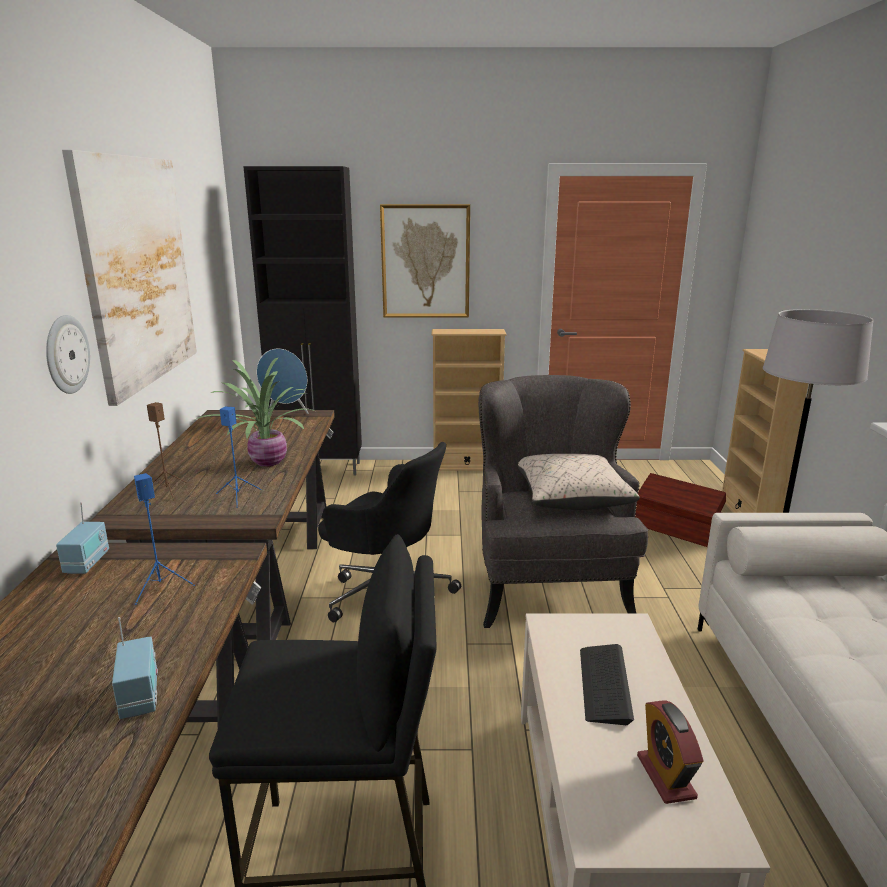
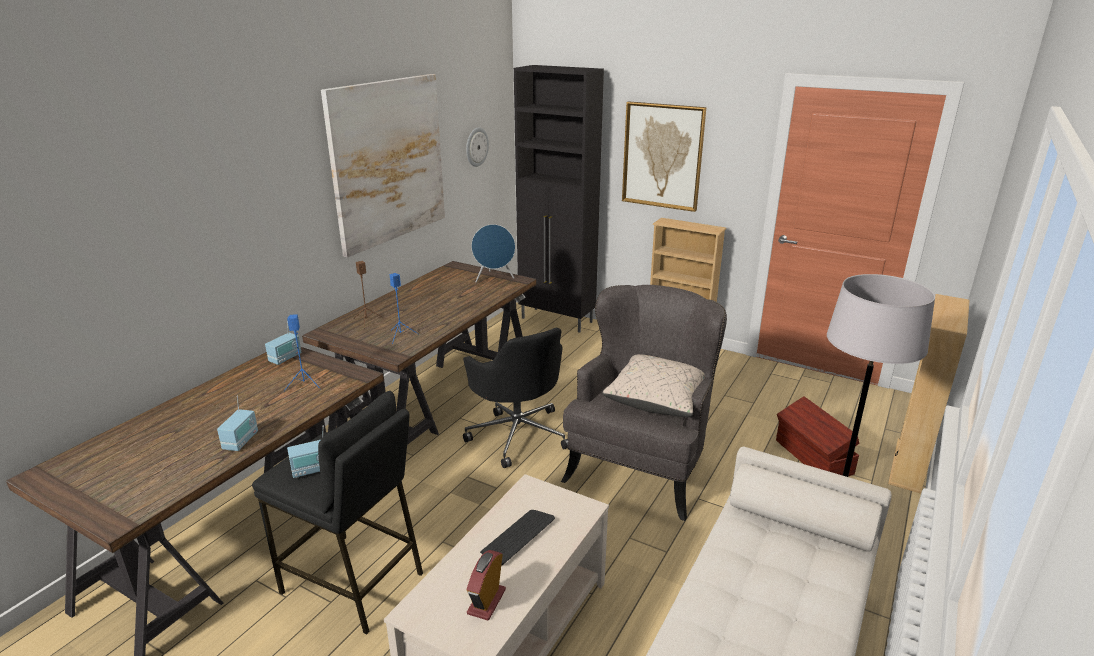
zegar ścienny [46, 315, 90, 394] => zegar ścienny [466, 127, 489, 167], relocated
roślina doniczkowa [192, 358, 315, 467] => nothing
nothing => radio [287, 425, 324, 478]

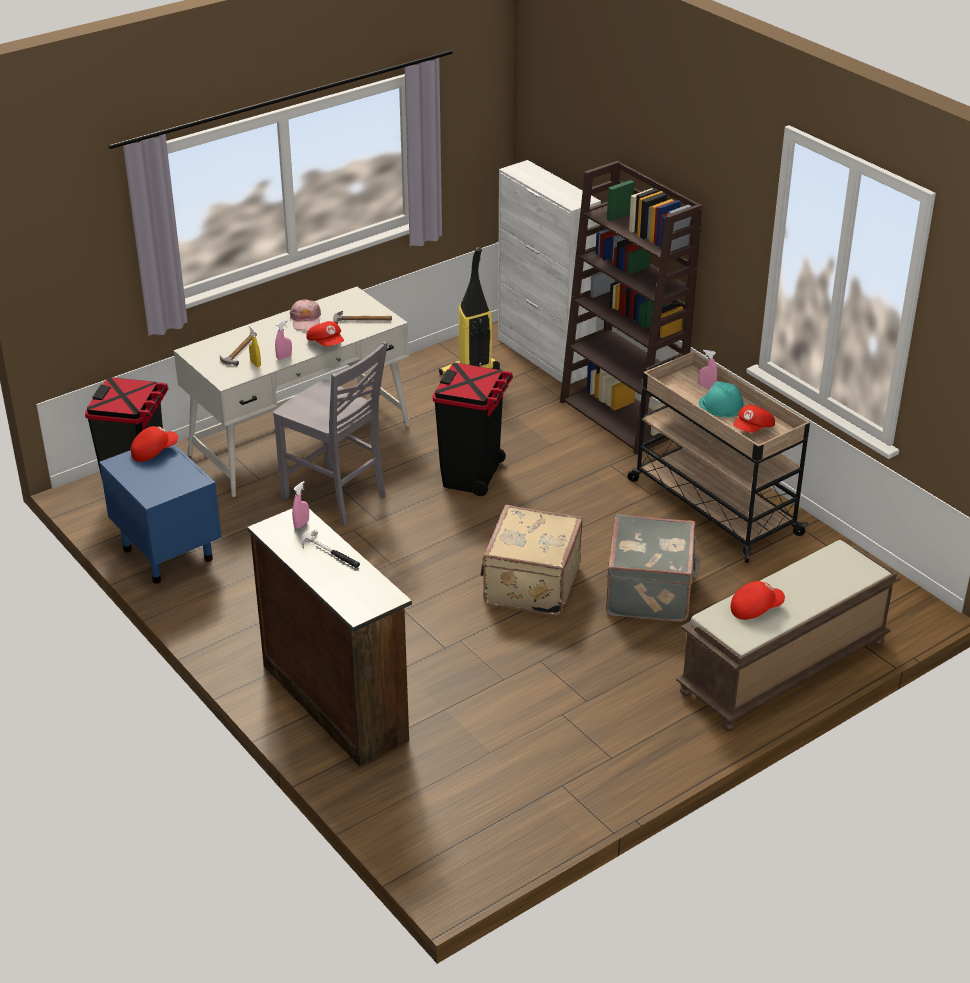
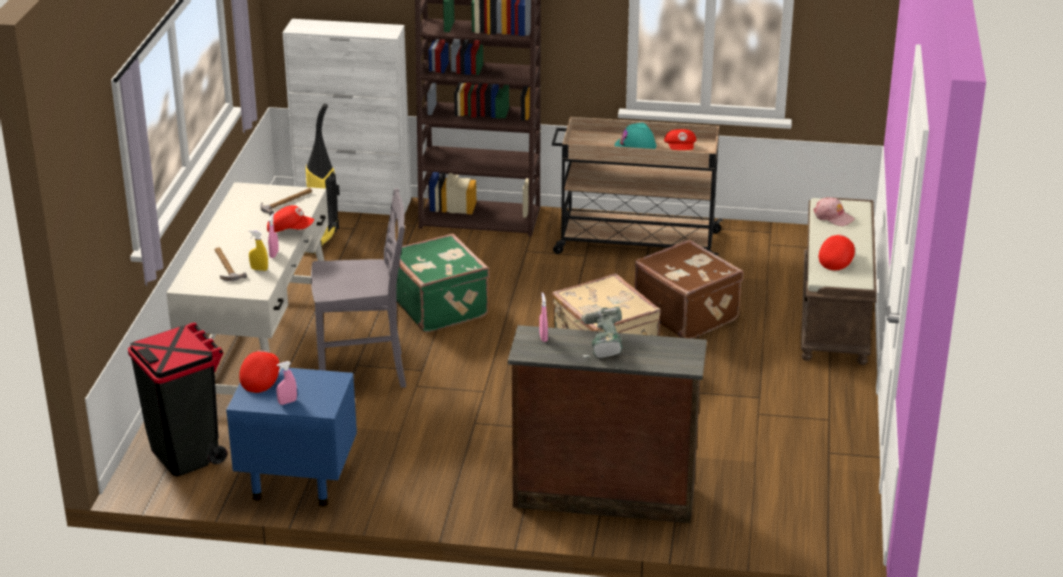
czapka z daszkiem (różowy) [290, 299, 321, 330] => czapka z daszkiem (różowy) [813, 197, 855, 226], relocated
młotek [302, 530, 360, 568] => wiertarka [574, 307, 622, 358]
kosz na śmieci (czarny) [433, 363, 513, 496] => walizka (zielony) [396, 233, 490, 332]
walizka (szary) [606, 514, 700, 622] => walizka (brązowy) [634, 240, 744, 339]
spryskiwacz (różowy) [698, 350, 717, 388] => spryskiwacz (różowy) [276, 361, 297, 405], relocated

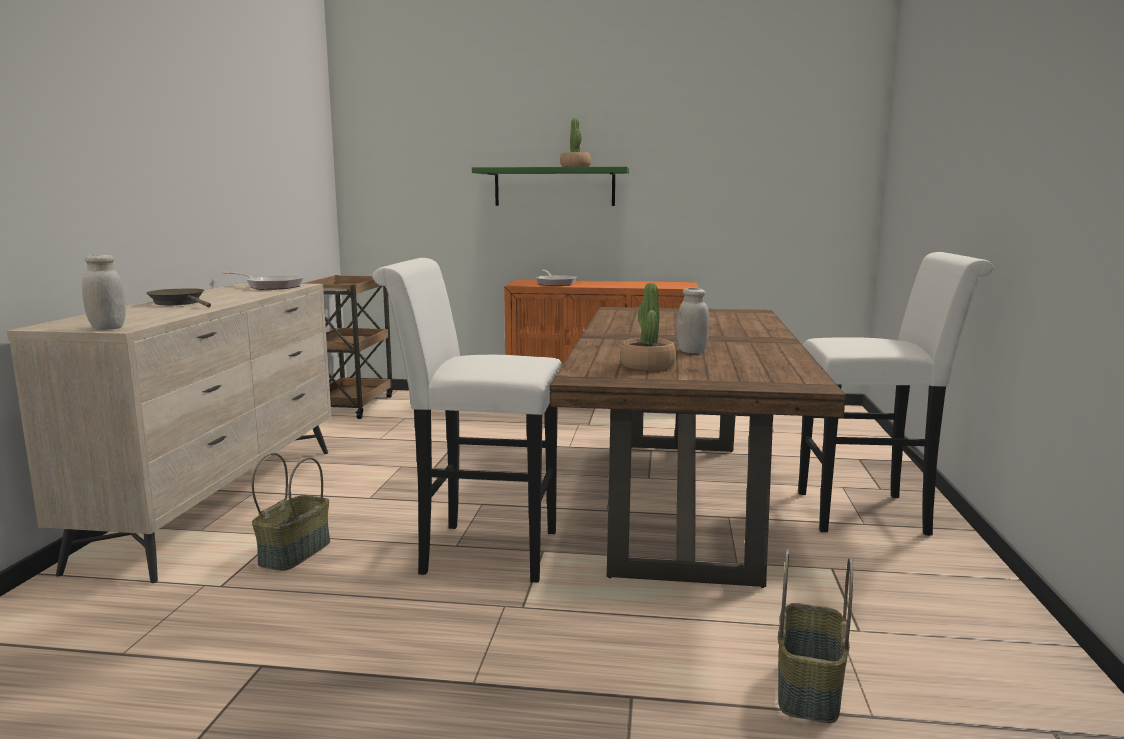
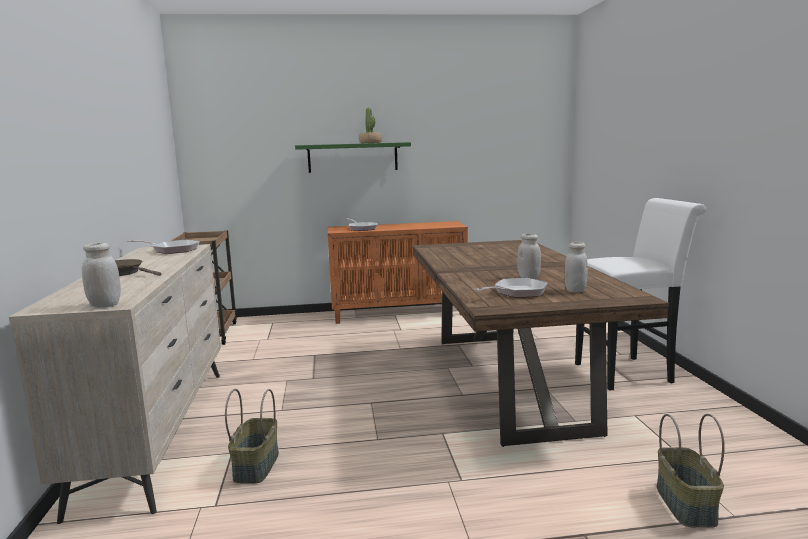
stołek (biały) [373, 258, 562, 583] => nothing
roślina doniczkowa [620, 283, 676, 371] => patelnia [474, 278, 548, 298]
nothing => słoik (biały) [564, 242, 588, 293]

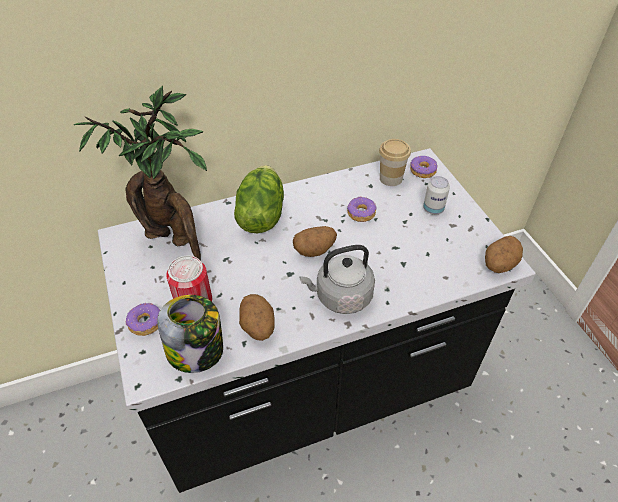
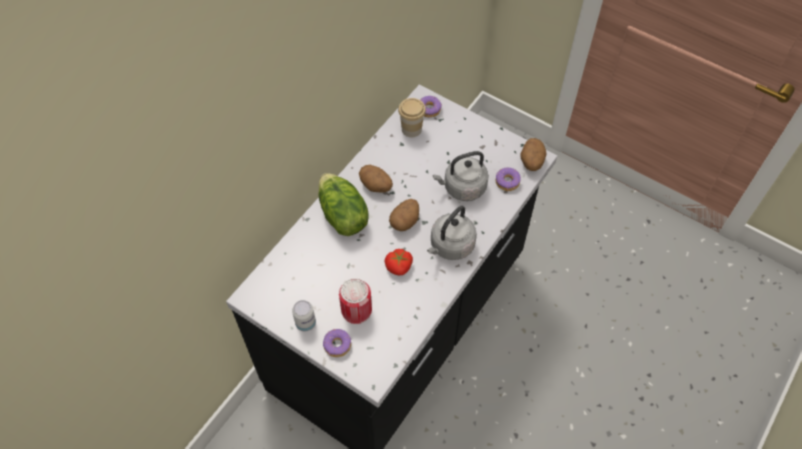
roślina doniczkowa [74, 86, 207, 261] => nothing
słoik [157, 295, 223, 373] => nothing
ziemniak [239, 294, 275, 341] => ziemniak [359, 165, 393, 193], relocated
donut [347, 196, 377, 222] => donut [496, 168, 521, 191], relocated
puszka [423, 176, 450, 215] => puszka [292, 300, 316, 331], relocated
nothing => pomidor [384, 249, 413, 275]
nothing => czajnik (szary) [433, 151, 489, 201]

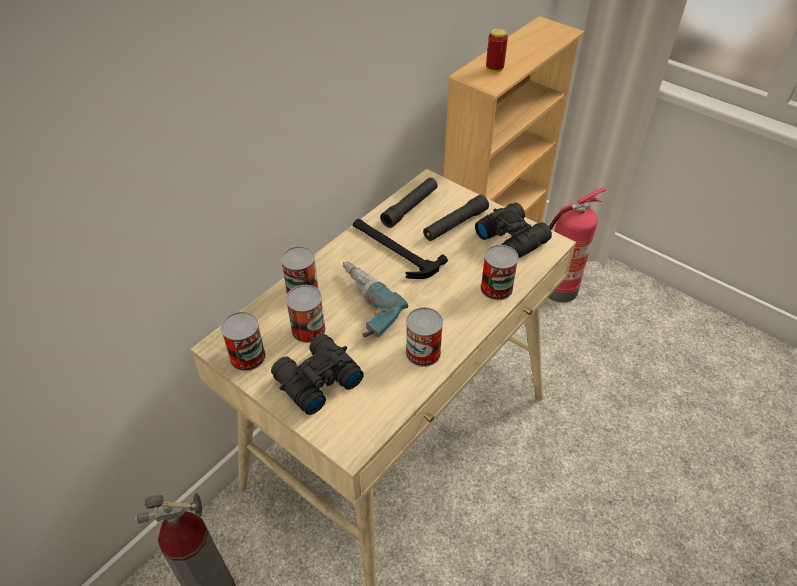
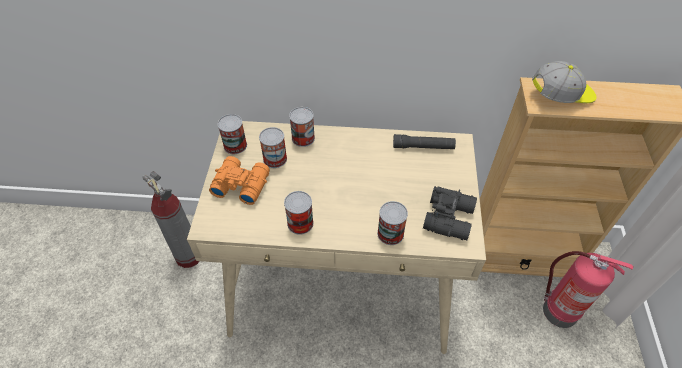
lornetka (czarny) [271, 334, 364, 415] => lornetka (pomarańczowy) [209, 156, 270, 205]
wiertarka [343, 261, 408, 338] => nothing
młotek [353, 219, 448, 279] => nothing
latarka (czarny) [423, 195, 489, 241] => nothing
puszka [486, 28, 508, 73] => czapka z daszkiem [532, 61, 597, 103]

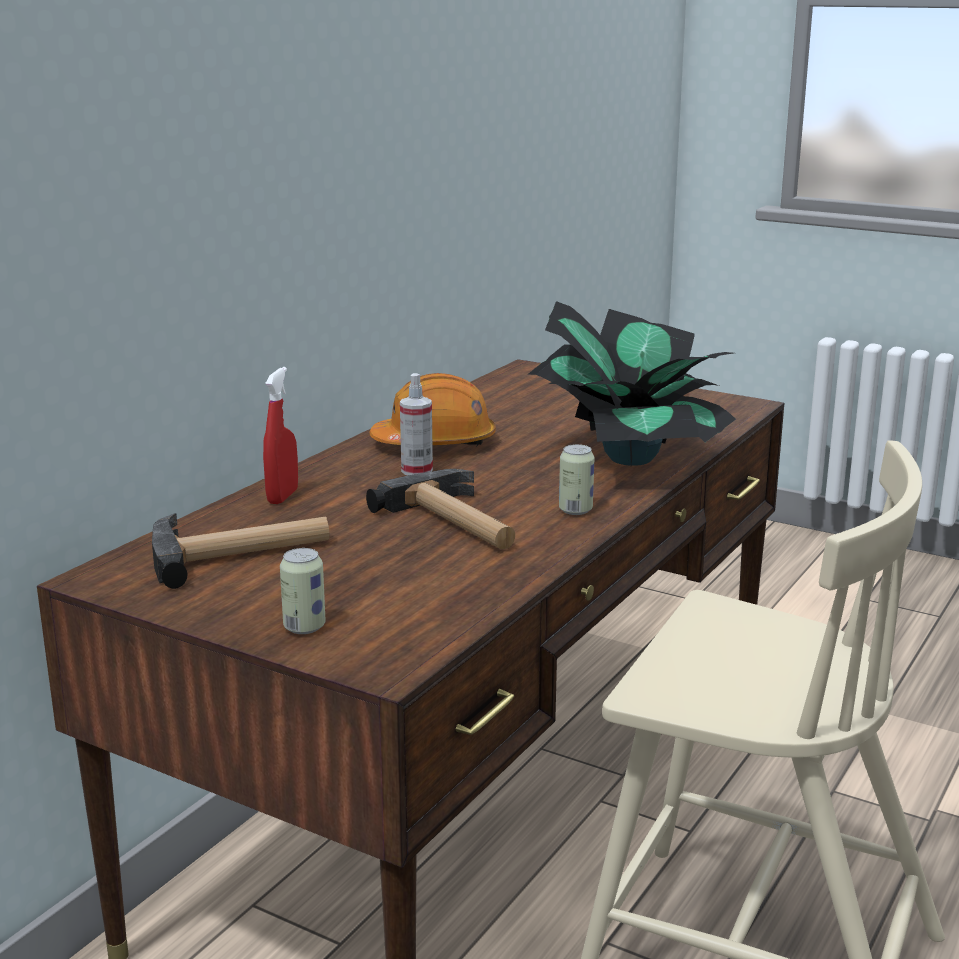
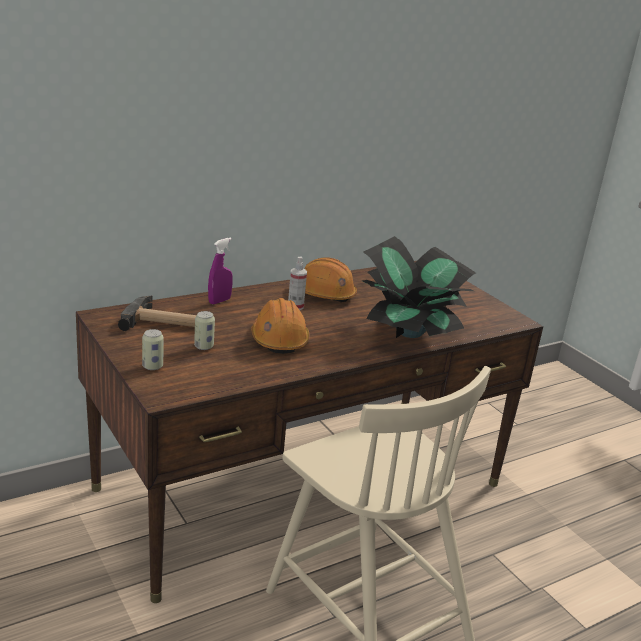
spryskiwacz (czerwony) [263, 367, 298, 504] => spryskiwacz (fioletowy) [208, 238, 233, 304]
młotek [366, 469, 515, 549] => kask (pomarańczowy) [251, 298, 309, 354]
puszka [559, 444, 594, 515] => puszka [194, 311, 215, 350], relocated

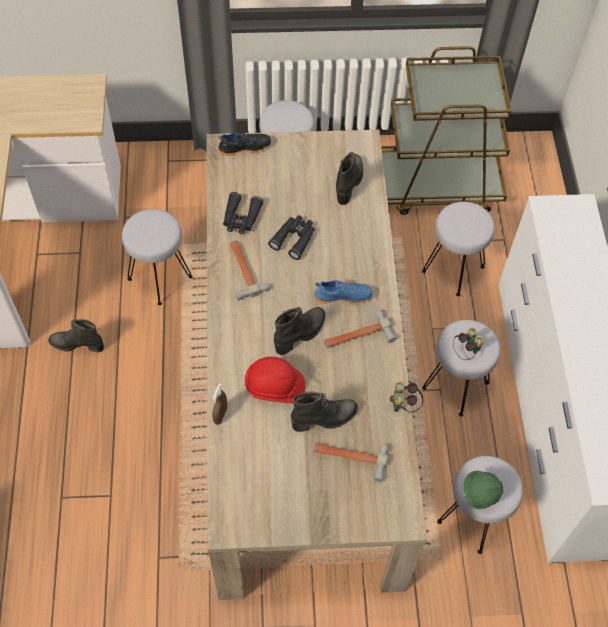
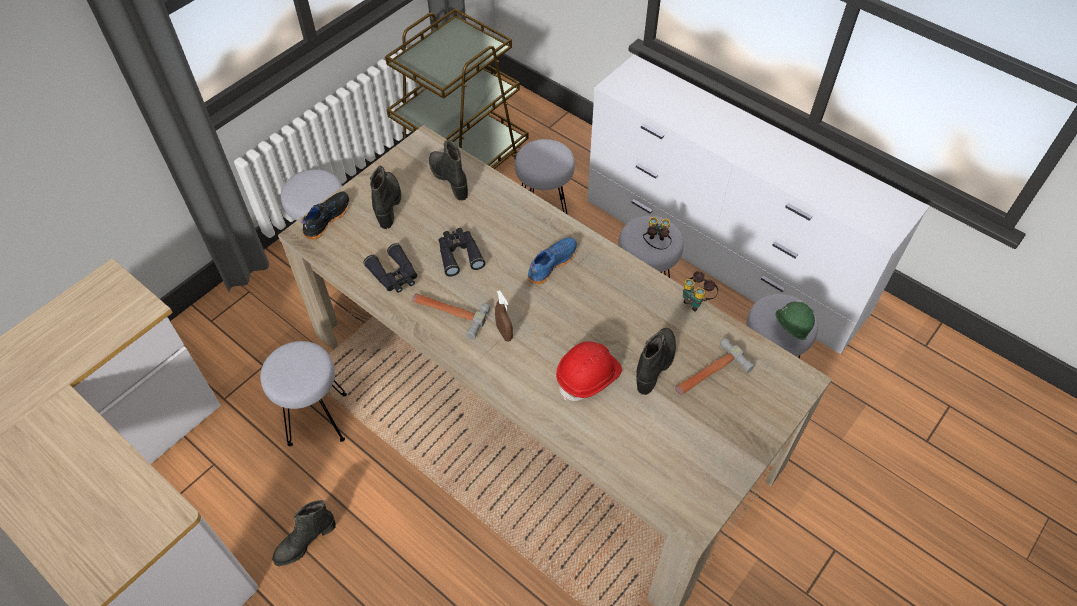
spryskiwacz (brązowy) [212, 383, 227, 425] => spryskiwacz (brązowy) [495, 290, 513, 342], relocated
but z cholewką (czarny) [274, 307, 325, 355] => but z cholewką (czarny) [370, 166, 401, 229], relocated
młotek [324, 310, 396, 348] => nothing

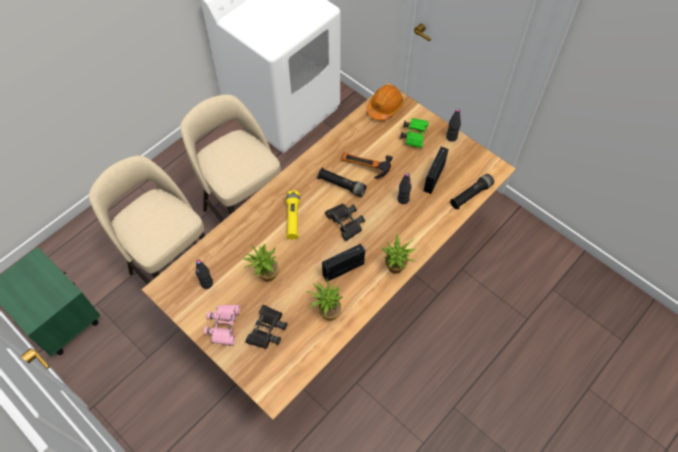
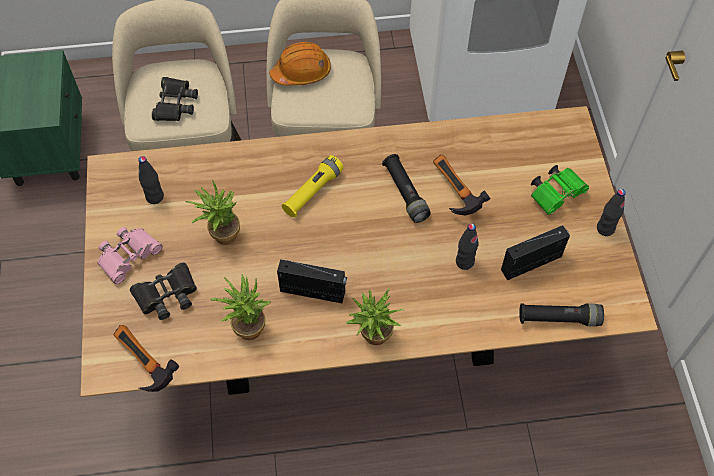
lornetka (czarny) [325, 204, 365, 241] => lornetka (czarny) [152, 77, 198, 121], relocated
kask (pomarańczowy) [367, 84, 404, 120] => kask (pomarańczowy) [269, 42, 331, 85], relocated
nothing => młotek [114, 325, 179, 392]

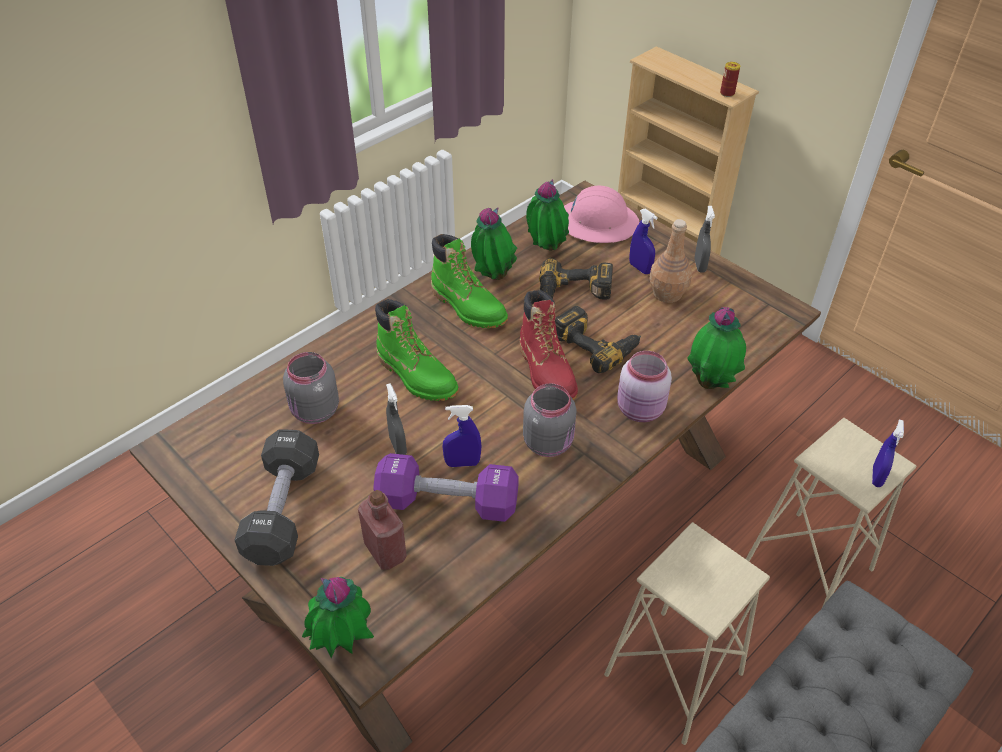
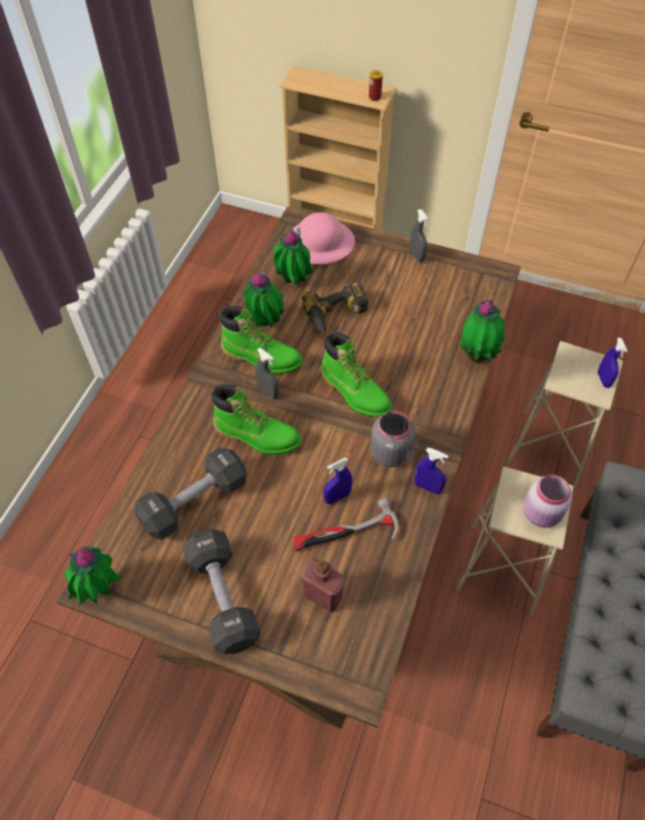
słoik (szary) [283, 352, 339, 424] => hantel (czarny) [134, 447, 247, 540]
roślina doniczkowa [302, 577, 374, 658] => roślina doniczkowa [64, 546, 122, 605], relocated
hantel (fioletowy) [373, 453, 519, 522] => młotek [293, 498, 399, 551]
spryskiwacz (szary) [386, 383, 407, 455] => spryskiwacz (szary) [256, 348, 279, 399], relocated
but z cholewką (czerwony) [519, 289, 578, 400] => but z cholewką (zielony) [321, 332, 393, 418]
wiertarka [555, 306, 641, 373] => nothing
słoik (różowy) [617, 351, 672, 422] => słoik (różowy) [523, 475, 572, 528], relocated
spryskiwacz (niebieski) [629, 209, 658, 274] => spryskiwacz (niebieski) [415, 448, 448, 494], relocated
butelka (brązowy) [649, 219, 692, 303] => nothing

